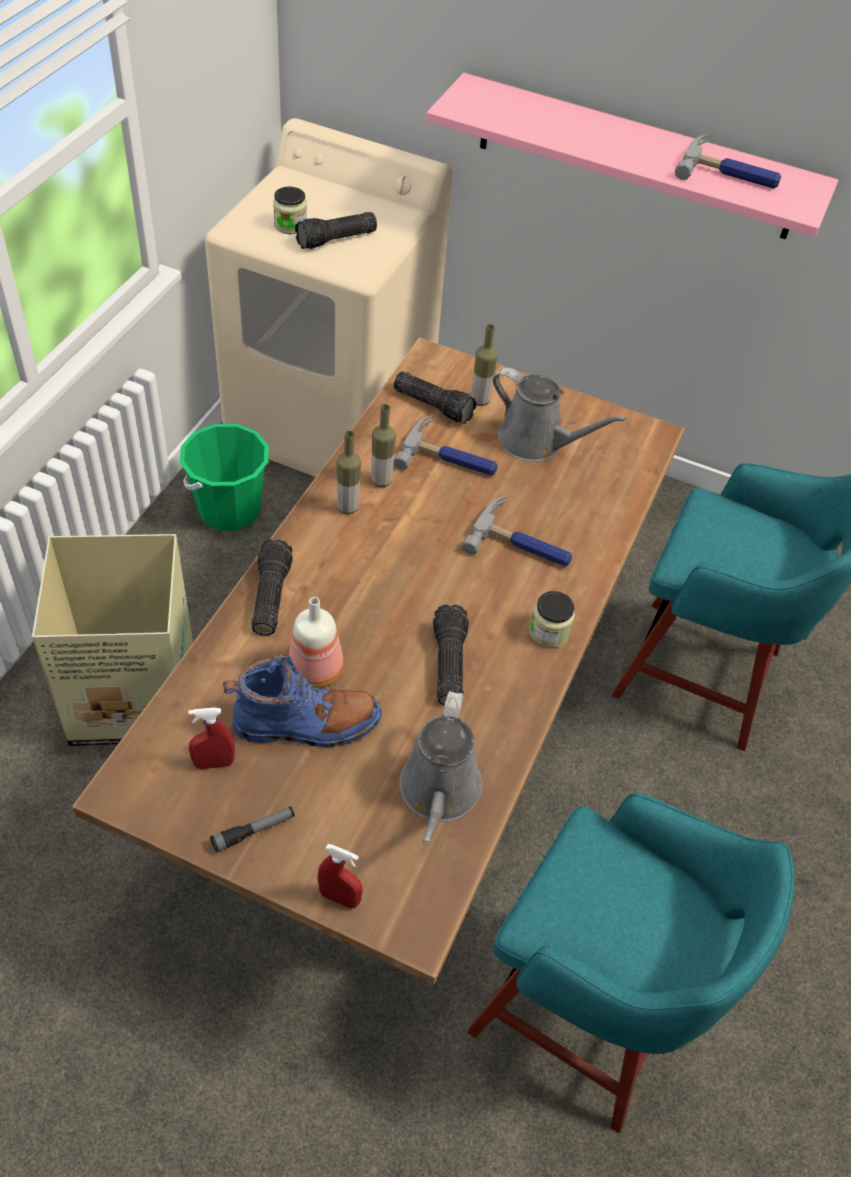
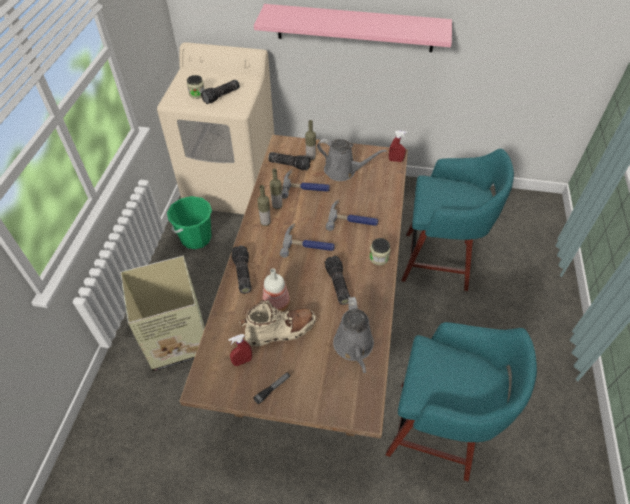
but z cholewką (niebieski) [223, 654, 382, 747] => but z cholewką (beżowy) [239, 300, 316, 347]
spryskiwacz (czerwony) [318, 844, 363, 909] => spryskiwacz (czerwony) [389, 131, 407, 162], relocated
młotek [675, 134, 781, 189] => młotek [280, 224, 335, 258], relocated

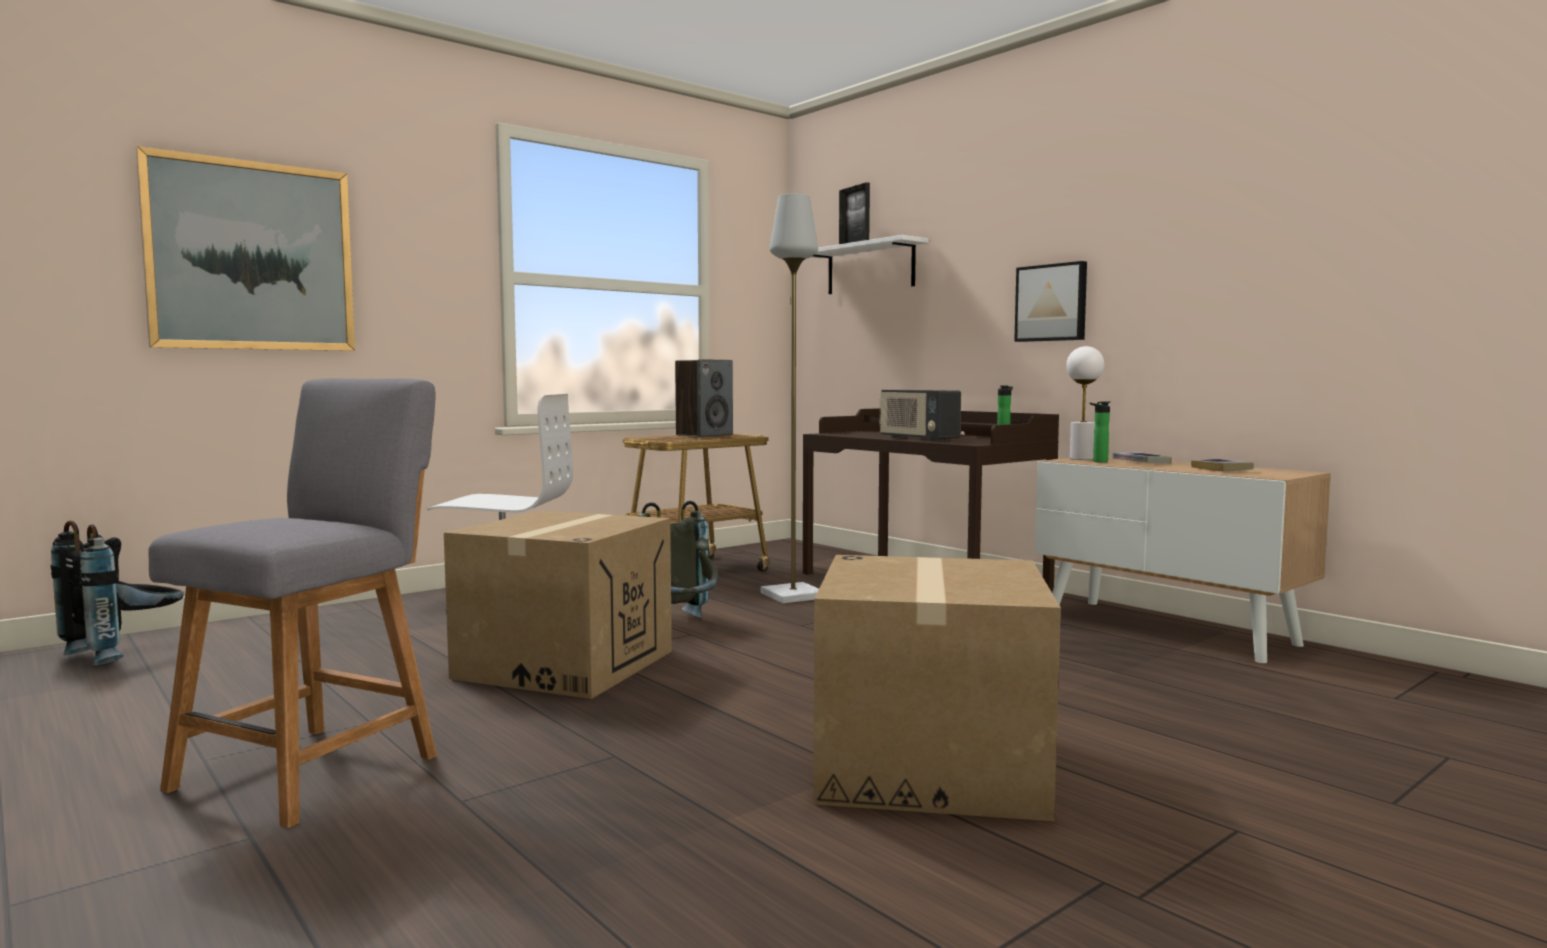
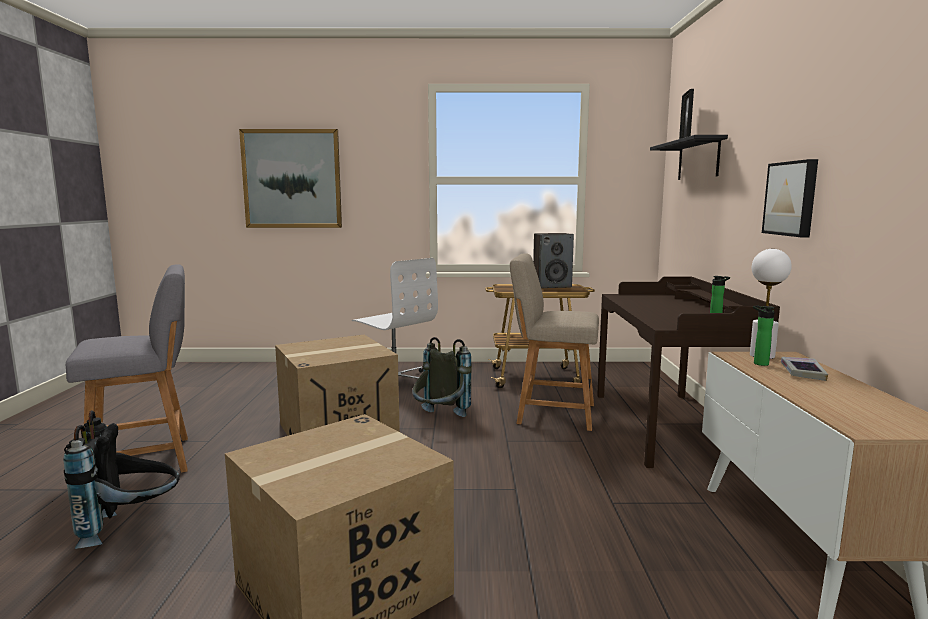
plecak (czarny) [50, 521, 184, 665] => plecak (czarny) [63, 410, 180, 549], relocated
lampa stojąca (szary) [761, 194, 819, 603] => krzesło (beżowy) [510, 253, 599, 431]
półka (biały) [812, 235, 929, 294] => półka (czarny) [650, 135, 728, 180]
radio [879, 390, 961, 441] => nothing
książka [1191, 458, 1254, 472] => nothing

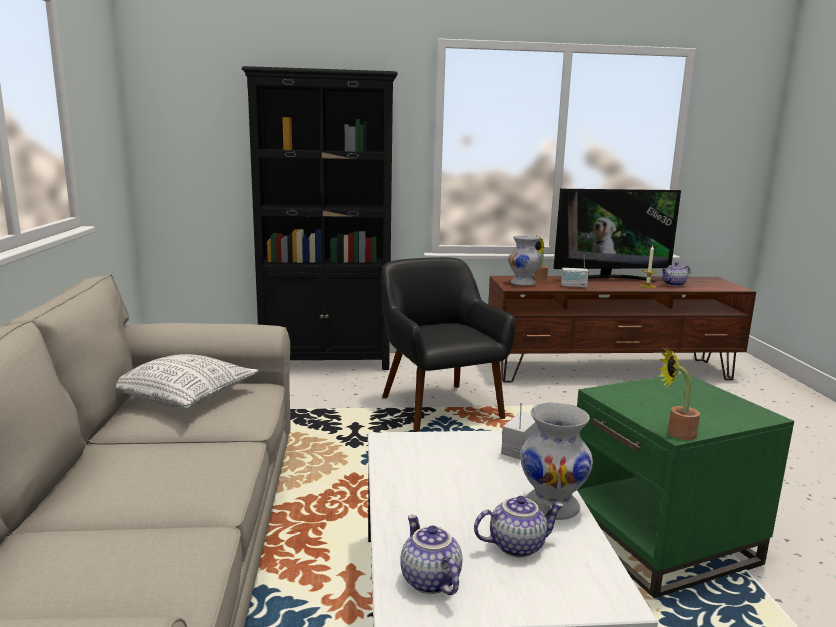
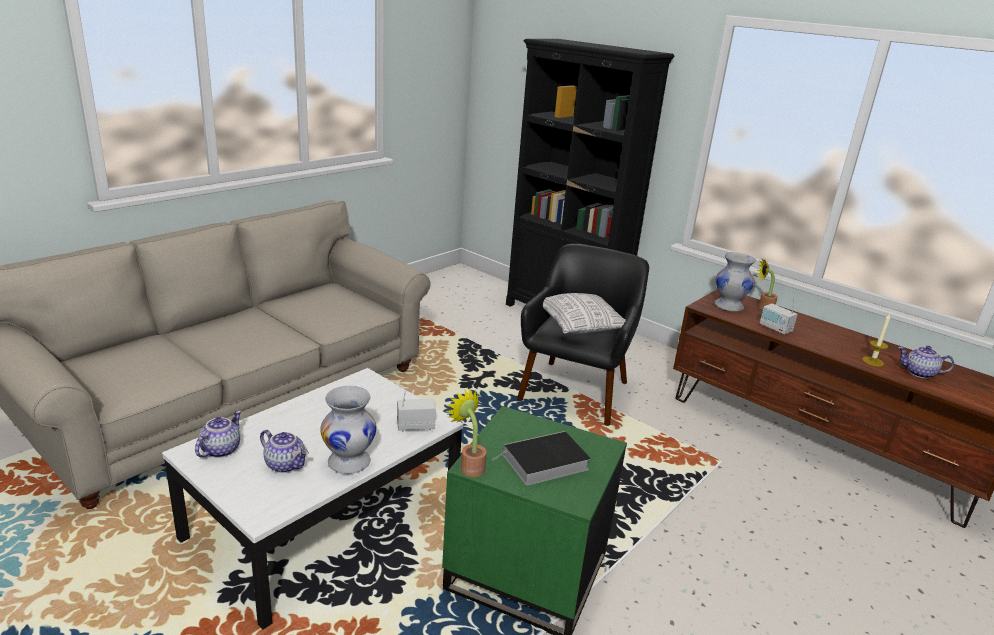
poduszka [116, 354, 259, 408] => poduszka [543, 293, 626, 334], relocated
telewizor [554, 189, 681, 282] => nothing
nothing => książka [492, 431, 590, 486]

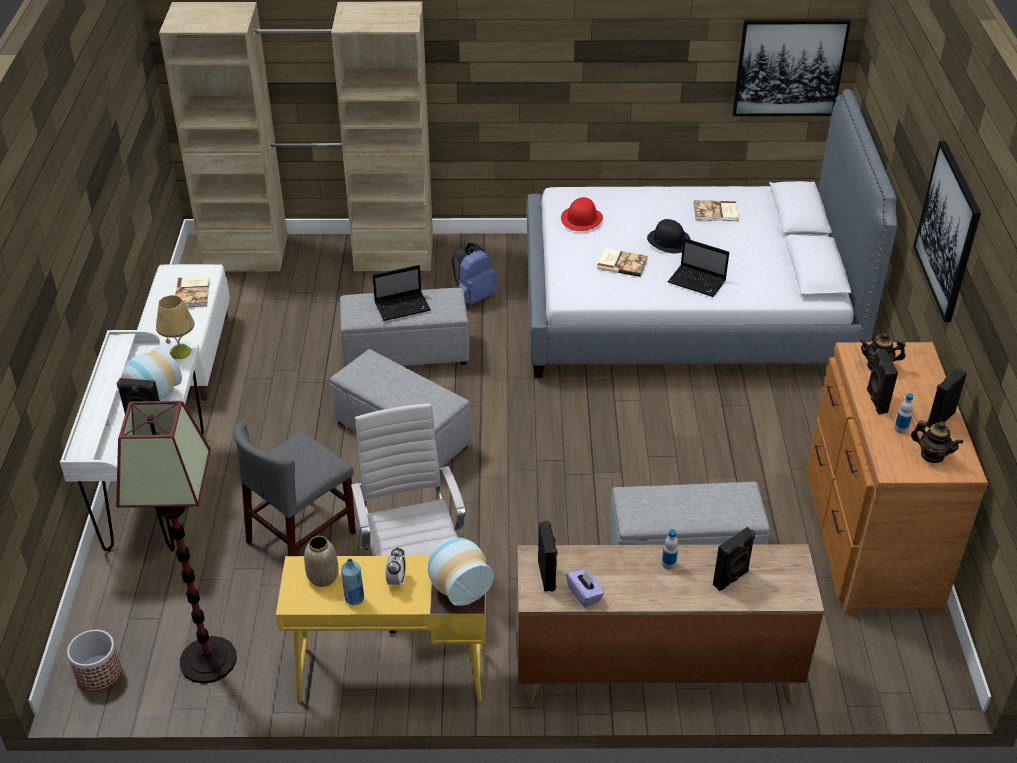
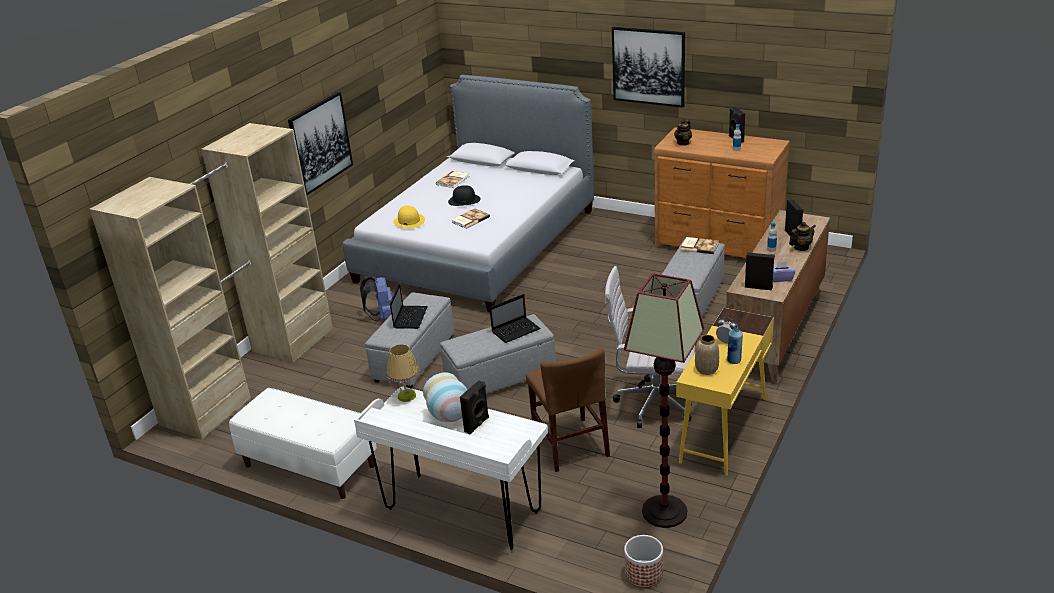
książka [175, 276, 210, 307] => książka [680, 237, 719, 254], relocated
krzesło (szary) [233, 422, 356, 556] => krzesło (brązowy) [526, 348, 610, 472]
wazon [428, 538, 494, 606] => nothing
kapelusz (czerwony) [561, 197, 603, 231] => kapelusz (żółty) [393, 206, 425, 228]
laptop [668, 238, 729, 297] => laptop [489, 294, 541, 343], relocated
obraz [732, 19, 851, 116] => obraz [288, 92, 353, 195], relocated
głośnik (czarny) [867, 349, 898, 414] => nothing
imbryk [911, 420, 963, 463] => imbryk [789, 222, 815, 251], relocated

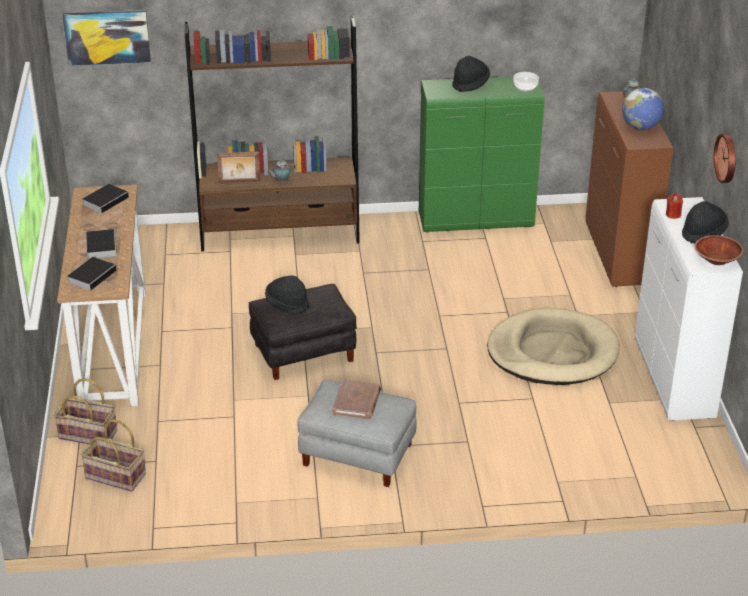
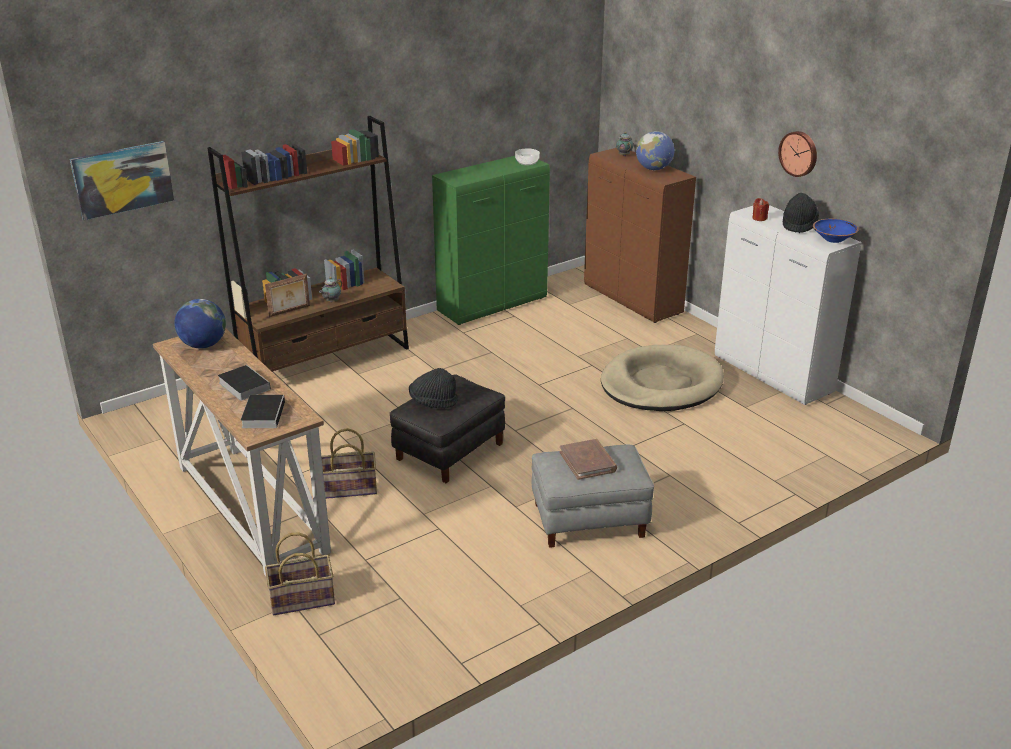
koszyk [81, 420, 146, 492] => koszyk [321, 428, 377, 499], relocated
książka [82, 184, 131, 213] => globus [174, 299, 226, 348]
kapelusz (czarny) [452, 56, 490, 92] => nothing
miska (brązowy) [694, 235, 743, 265] => miska (niebieski) [813, 219, 859, 243]

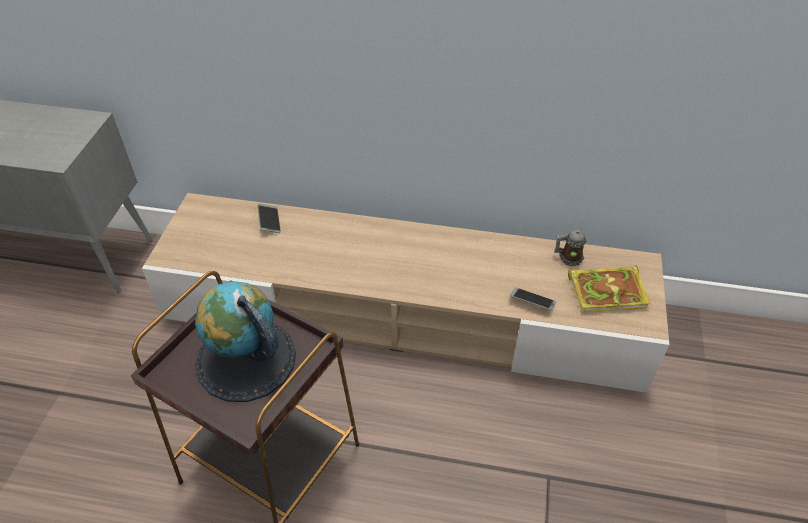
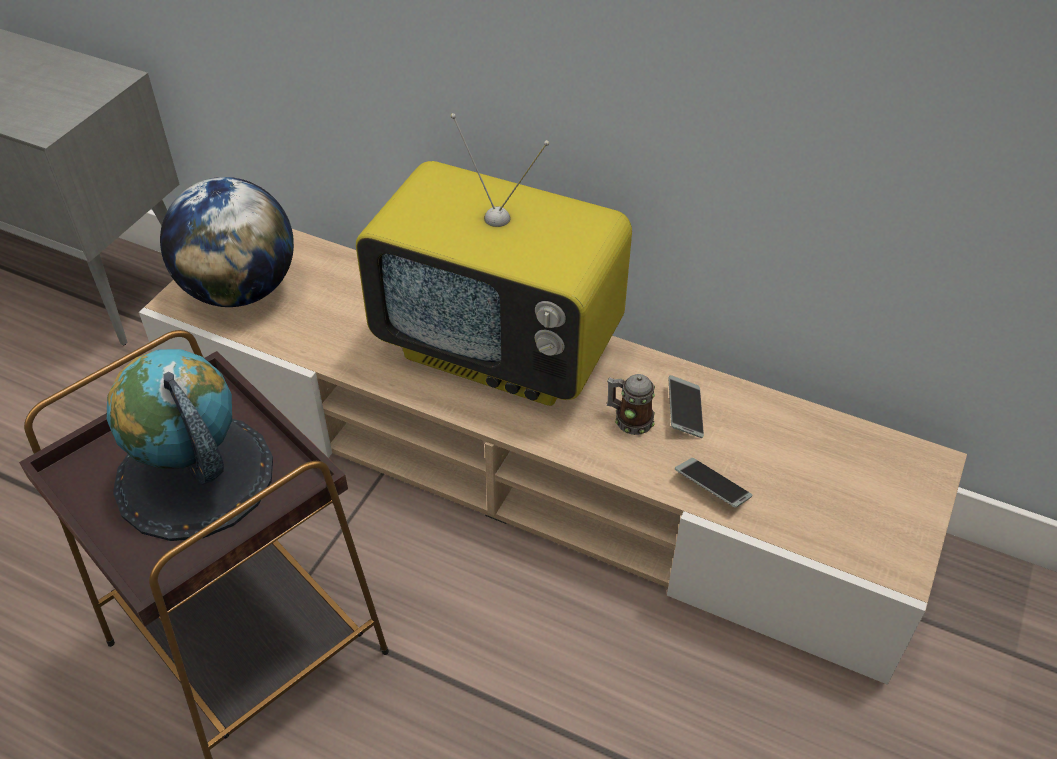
telefon [258, 203, 281, 233] => telefon [668, 375, 704, 438], relocated
kubek [554, 230, 587, 266] => kubek [607, 374, 655, 435], relocated
książka [568, 265, 651, 312] => nothing
nothing => globus [160, 177, 294, 307]
nothing => telewizor [356, 113, 632, 406]

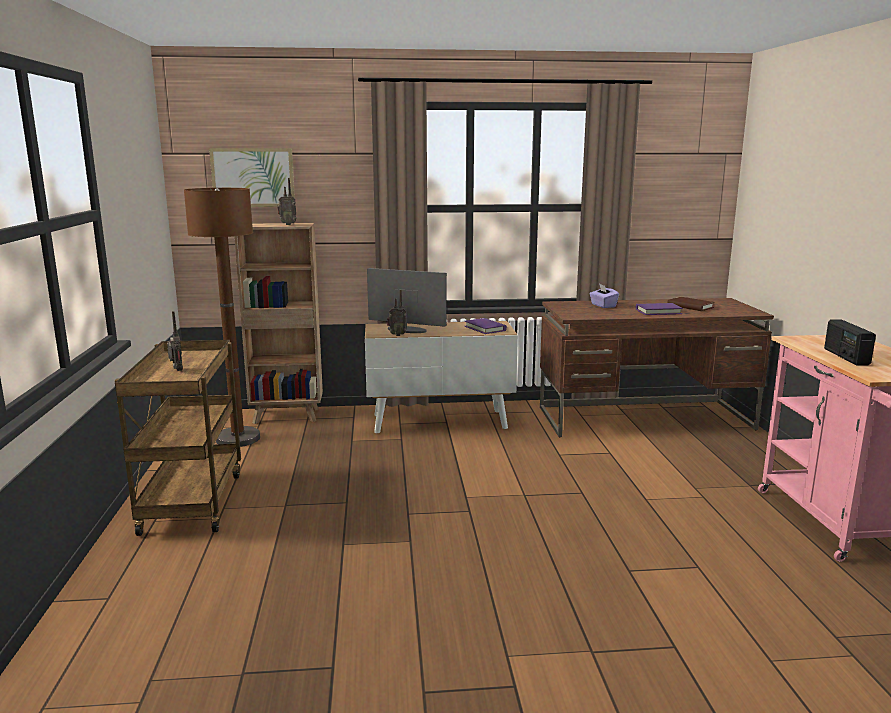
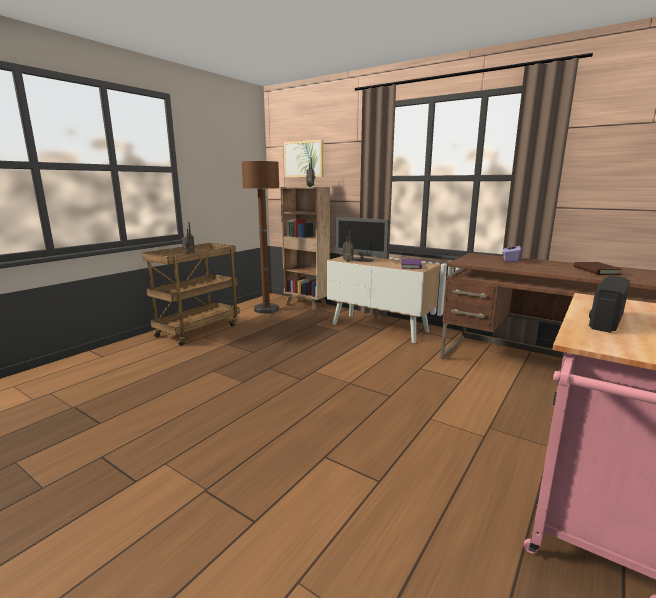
monitor [367, 268, 447, 333] => monitor [335, 217, 389, 262], 150 degrees clockwise
książka (fioletowy) [636, 303, 683, 315] => nothing

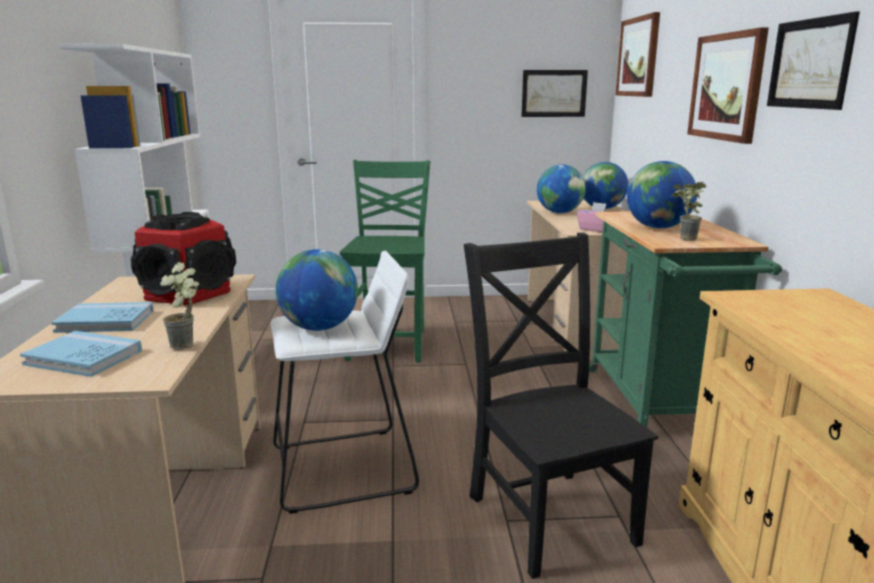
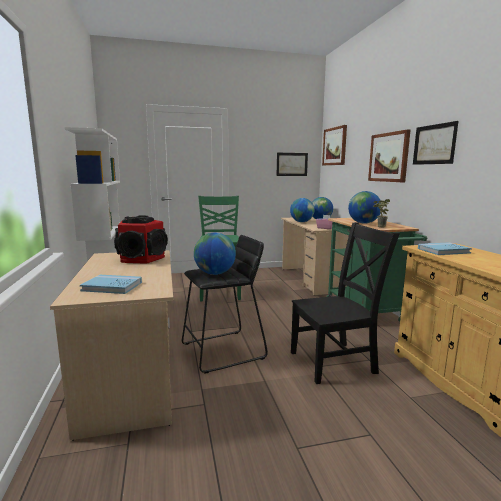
książka (niebieski) [51, 302, 154, 333] => książka (niebieski) [418, 242, 472, 255], relocated
roślina doniczkowa [160, 262, 199, 350] => nothing
stołek (biały) [271, 250, 419, 514] => stołek (czarny) [182, 235, 268, 374]
krzesło (czarny) [464, 233, 658, 579] => krzesło (czarny) [291, 222, 400, 384], 105 degrees clockwise

